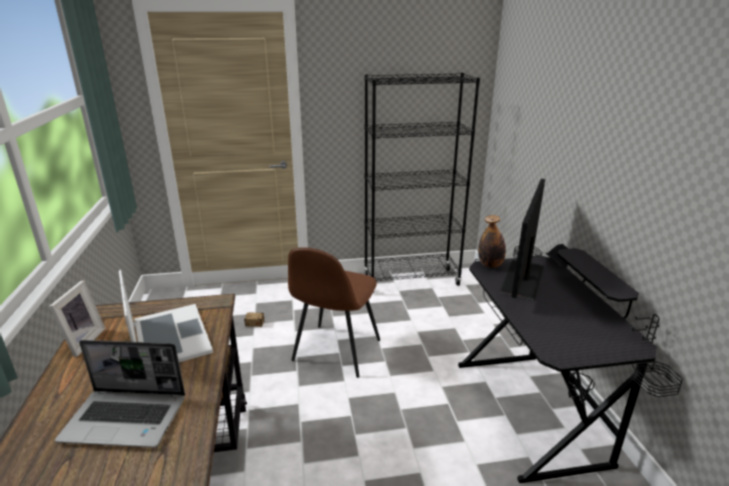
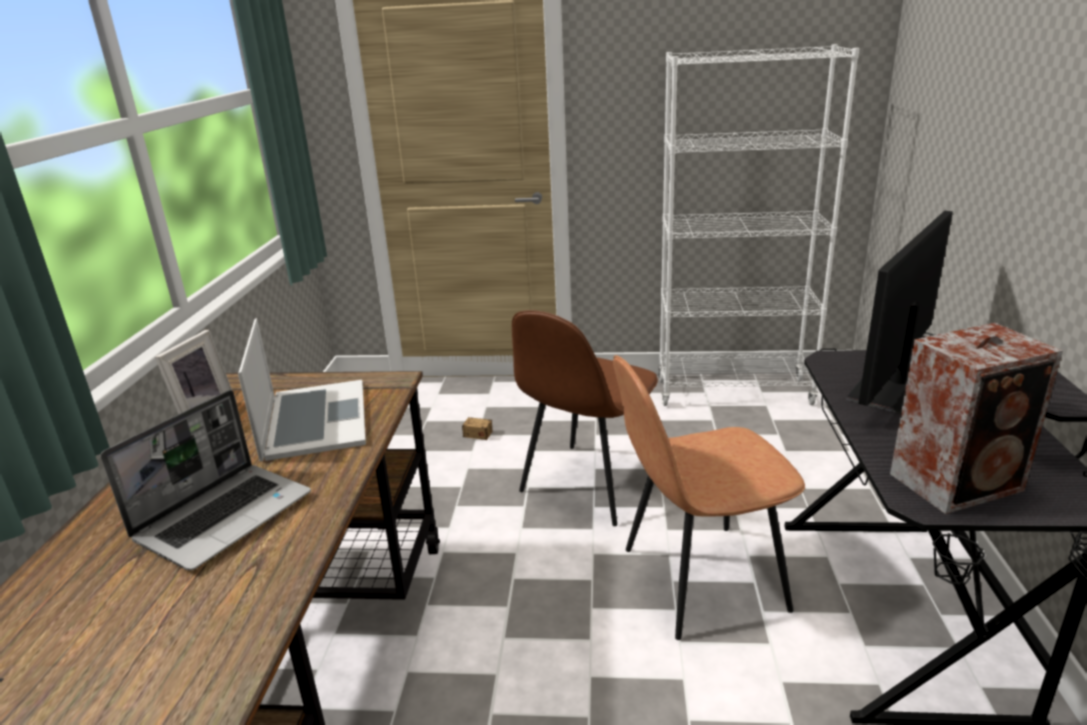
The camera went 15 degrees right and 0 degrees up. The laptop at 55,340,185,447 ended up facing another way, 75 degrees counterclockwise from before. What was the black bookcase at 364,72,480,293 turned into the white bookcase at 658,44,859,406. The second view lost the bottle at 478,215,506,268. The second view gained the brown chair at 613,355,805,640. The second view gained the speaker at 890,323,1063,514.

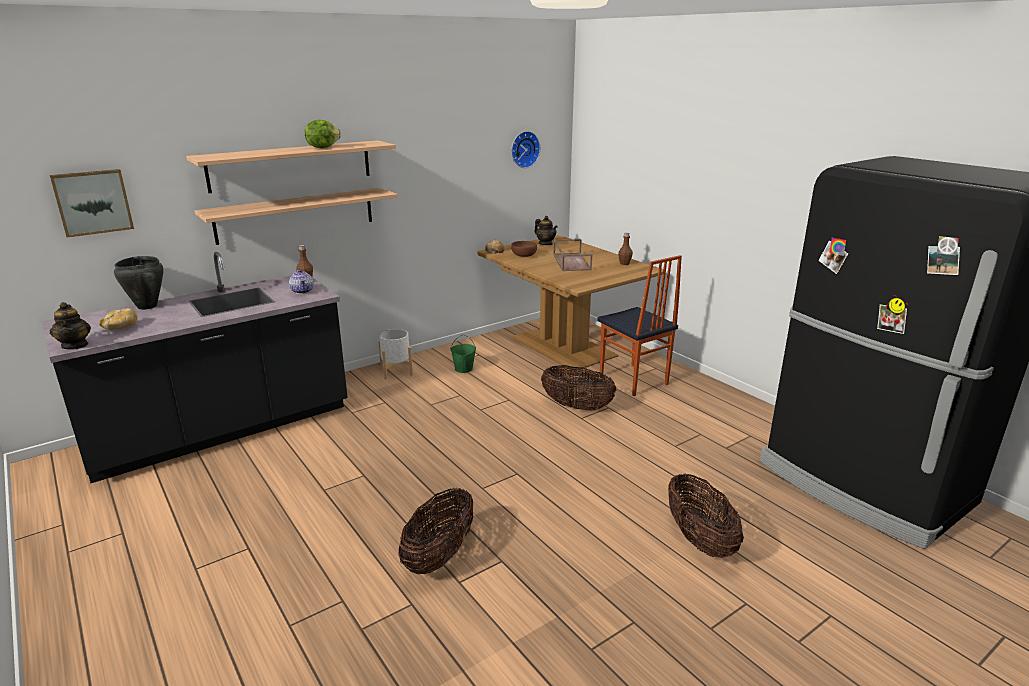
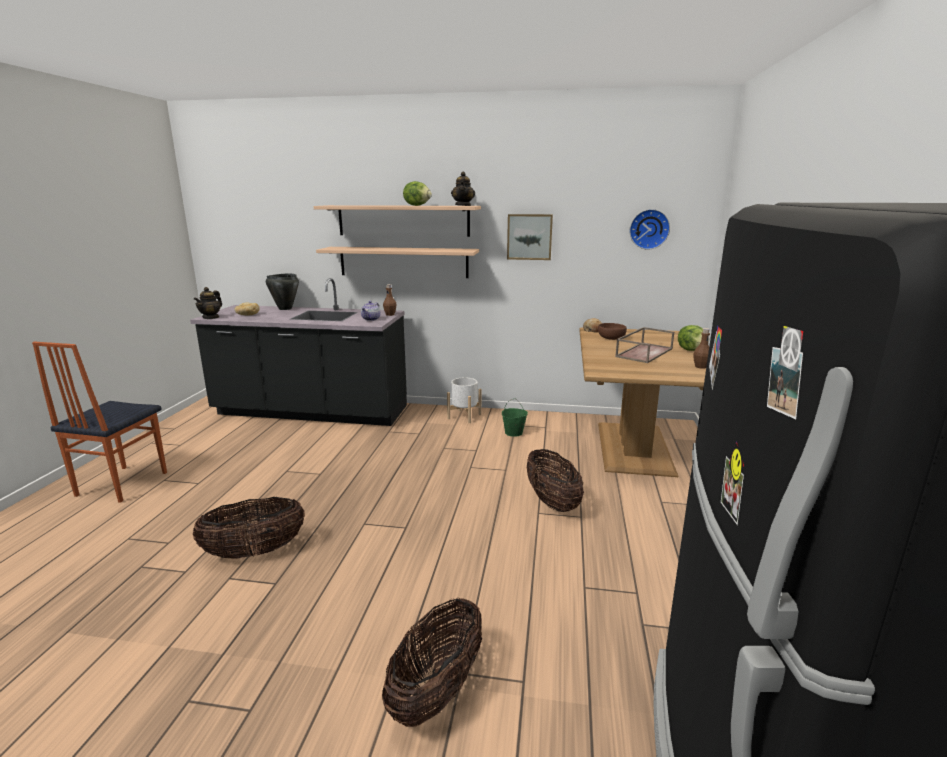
The camera went 45 degrees right and 5 degrees down. The picture ended up elsewhere, having gone from 50,169,134,238 to 507,214,553,260. The teapot ended up elsewhere, having gone from 534,216,558,245 to 451,172,475,206. The chair ended up elsewhere, having gone from 597,255,682,396 to 32,342,167,503. The second view gained the lettuce at 678,325,709,351.

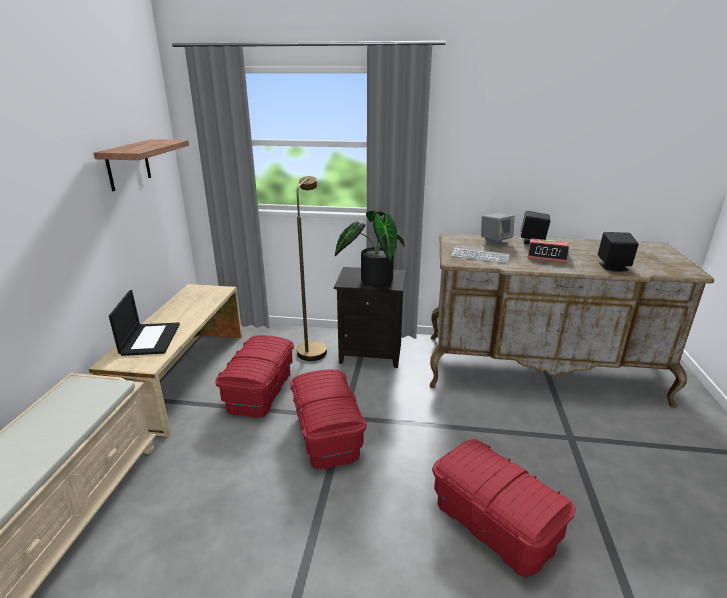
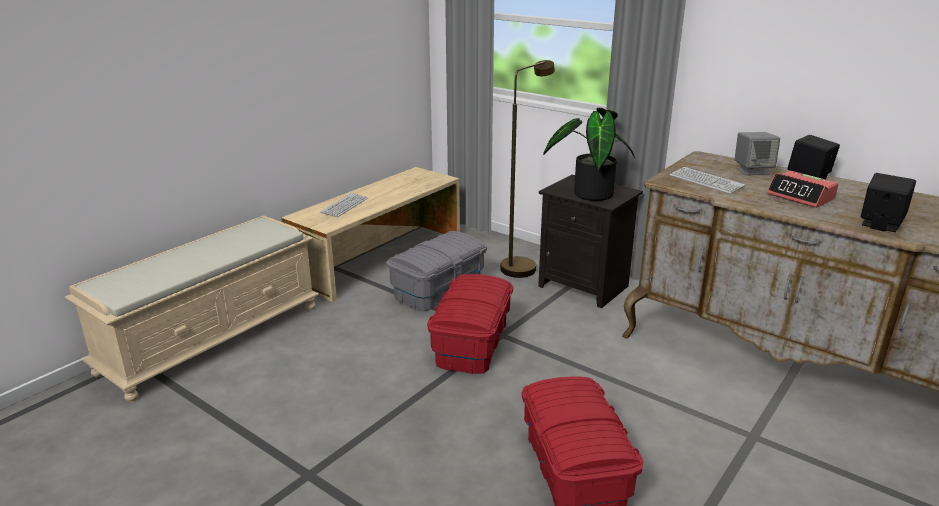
The camera went 30 degrees right and 0 degrees up. The second view lost the shelf at 94,139,189,191. Where the laptop stood at 109,290,180,356, the keyboard came to stand at 320,193,368,217. What was the red storage box at 215,335,294,418 turned into the grey storage box at 386,231,487,311.

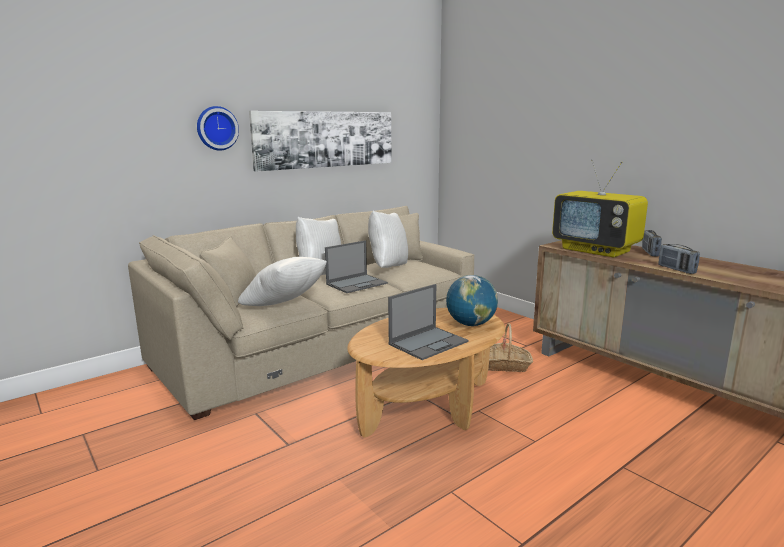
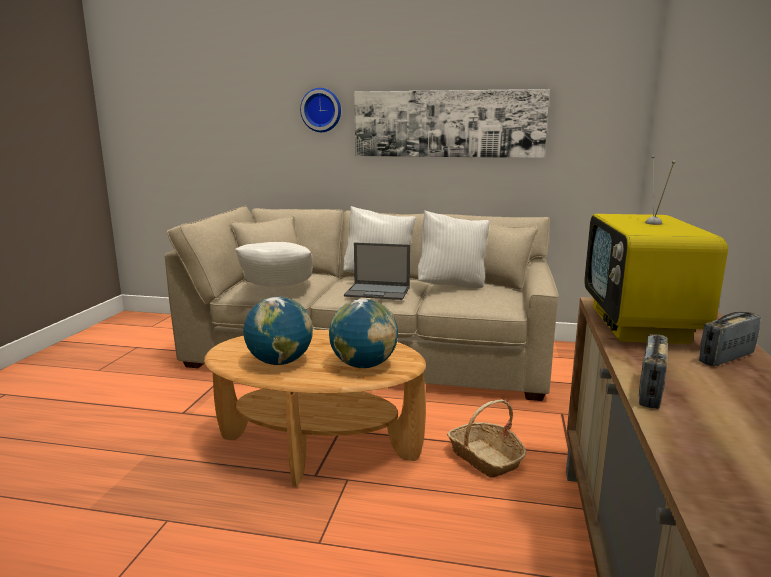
The camera went 50 degrees right and 0 degrees up. Where the laptop stood at 388,284,469,360, the globe came to stand at 243,297,313,365.

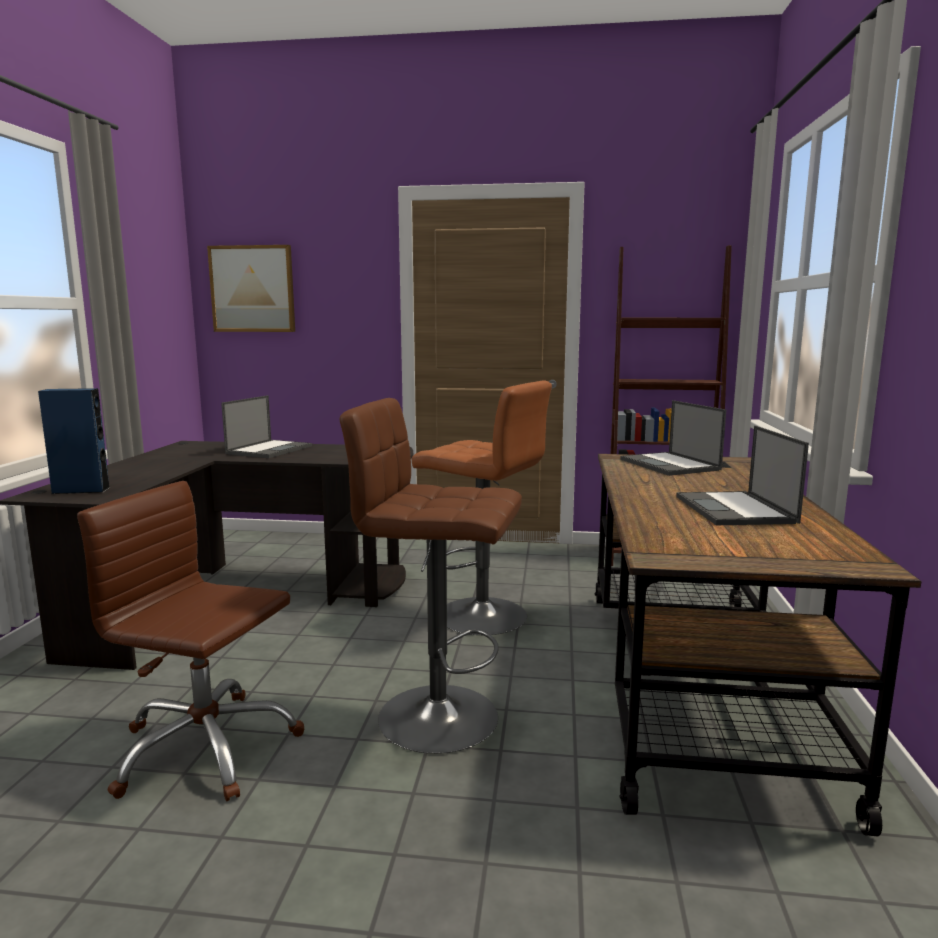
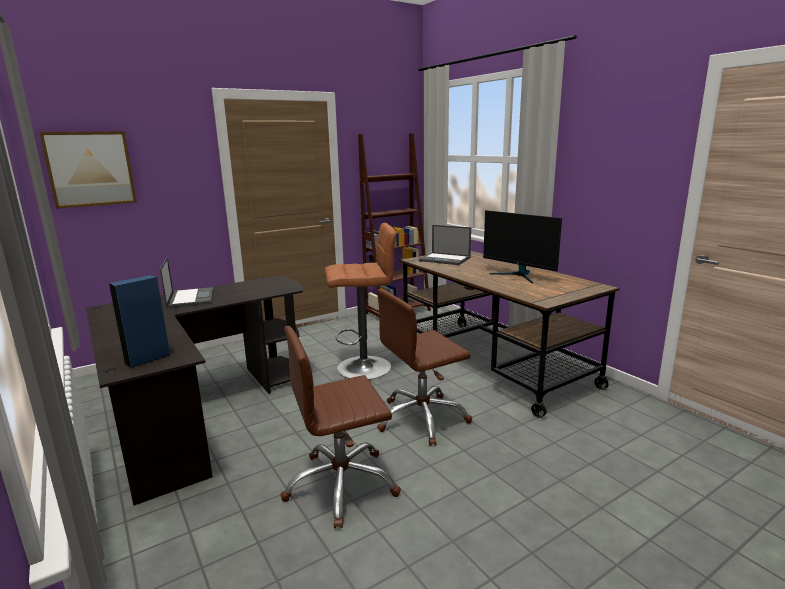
The camera went 40 degrees left and 5 degrees up. Where the brown stool stood at 340,398,522,754, the brown office chair came to stand at 377,289,472,446. Where the laptop stood at 676,425,809,525, the monitor came to stand at 483,210,562,283.

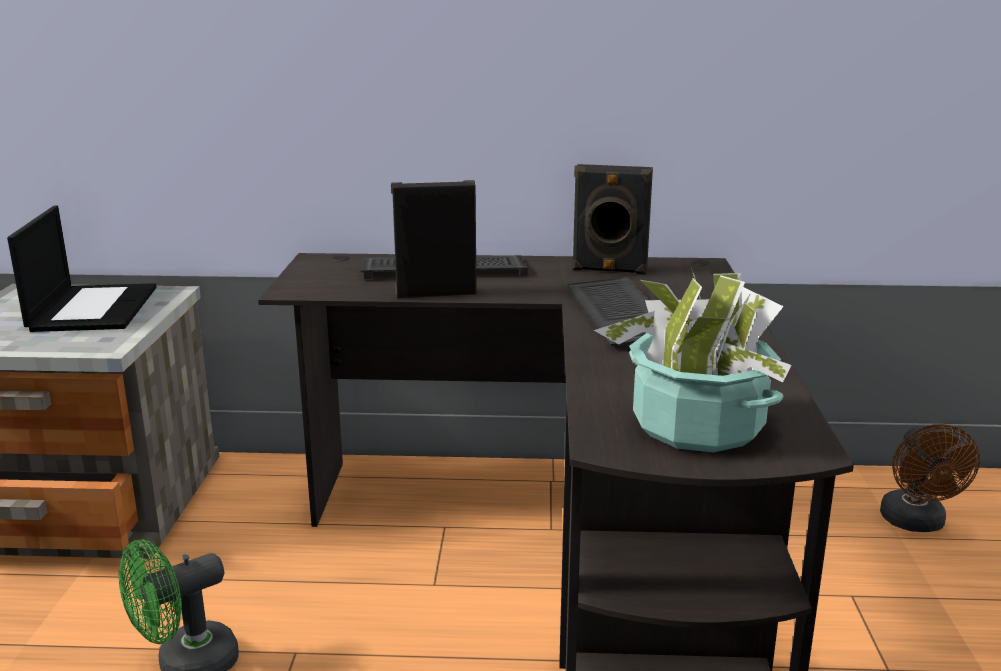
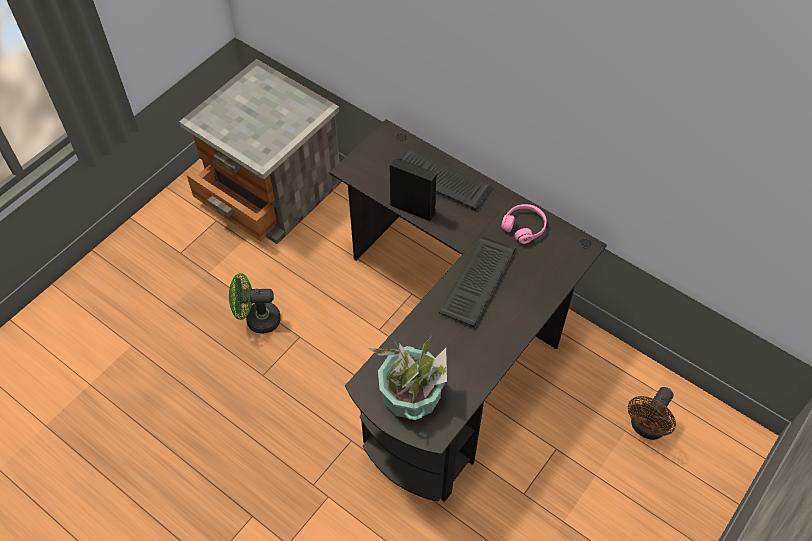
The camera went 35 degrees right and 35 degrees up. The second view lost the laptop at 7,206,156,332. Where the black speaker stood at 572,164,653,274, the pink headphones came to stand at 501,204,547,244.

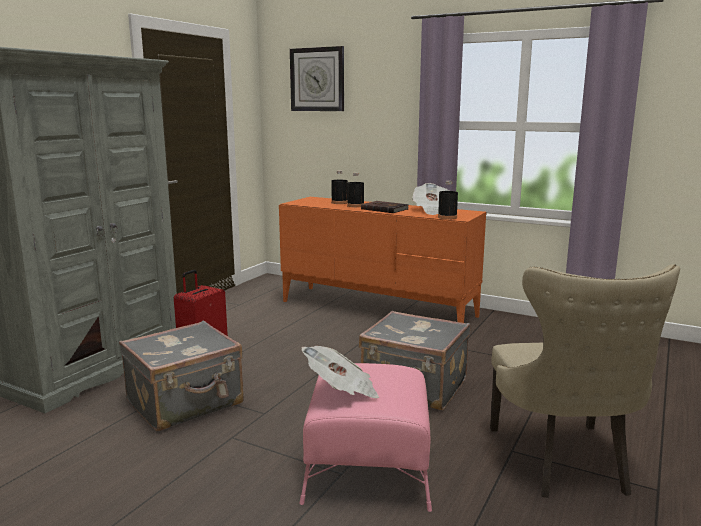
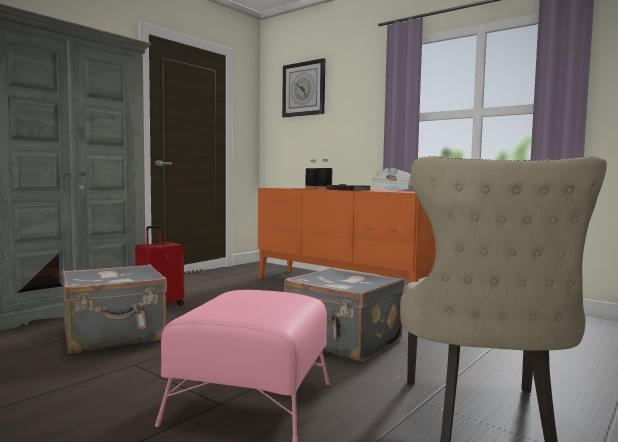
The camera went 10 degrees right and 10 degrees down. The second view lost the newspaper at 301,346,379,398. The second view lost the black bottle at 438,181,458,220.

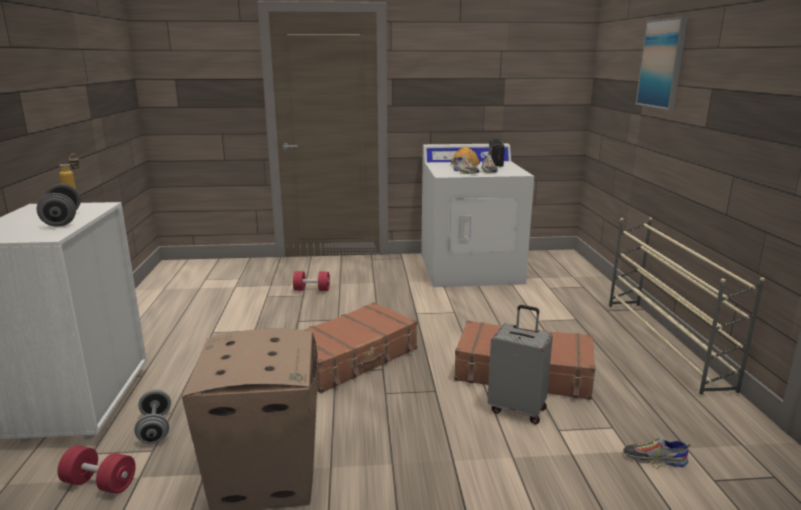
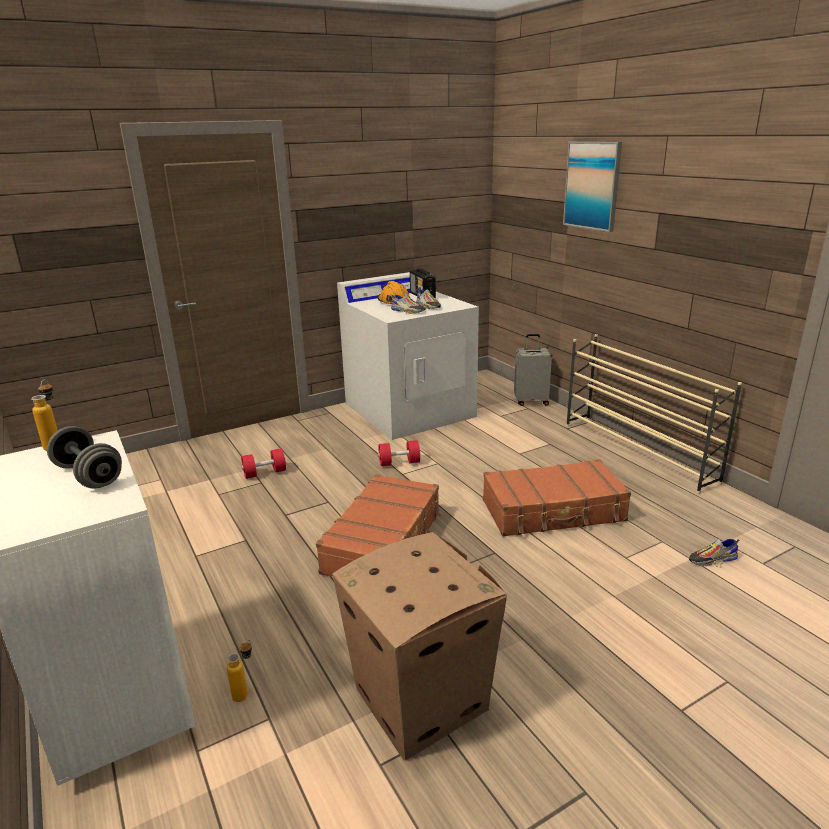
The camera went 25 degrees left and 5 degrees up. The red dumbbell ended up elsewhere, having gone from 57,445,136,494 to 378,440,420,466. Where the grey dumbbell stood at 134,389,171,444, the bottle came to stand at 227,640,252,702. The grey suitcase ended up elsewhere, having gone from 487,305,553,424 to 514,334,552,406.

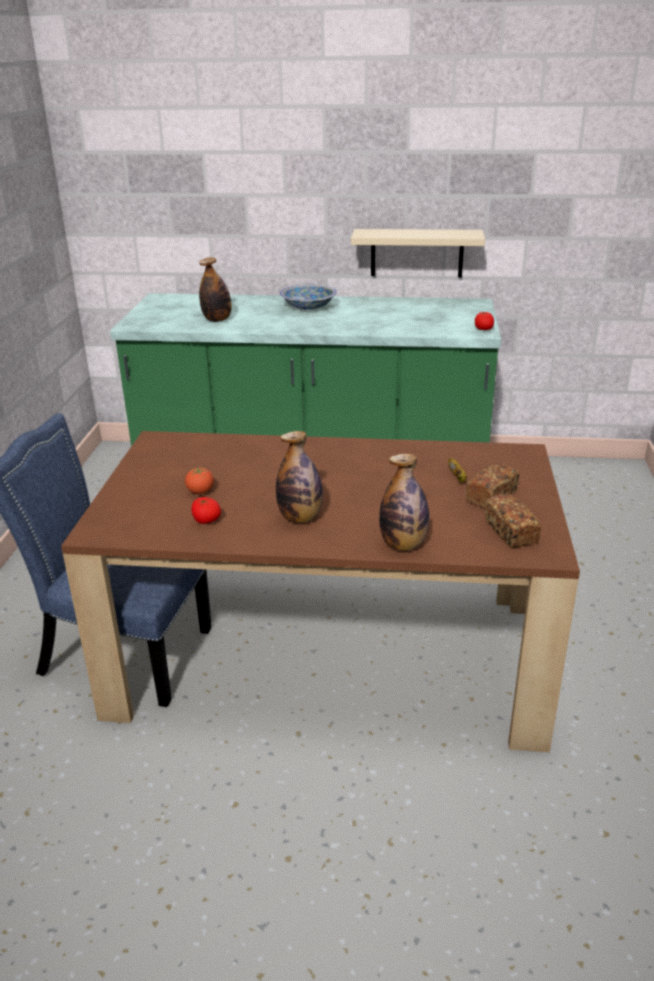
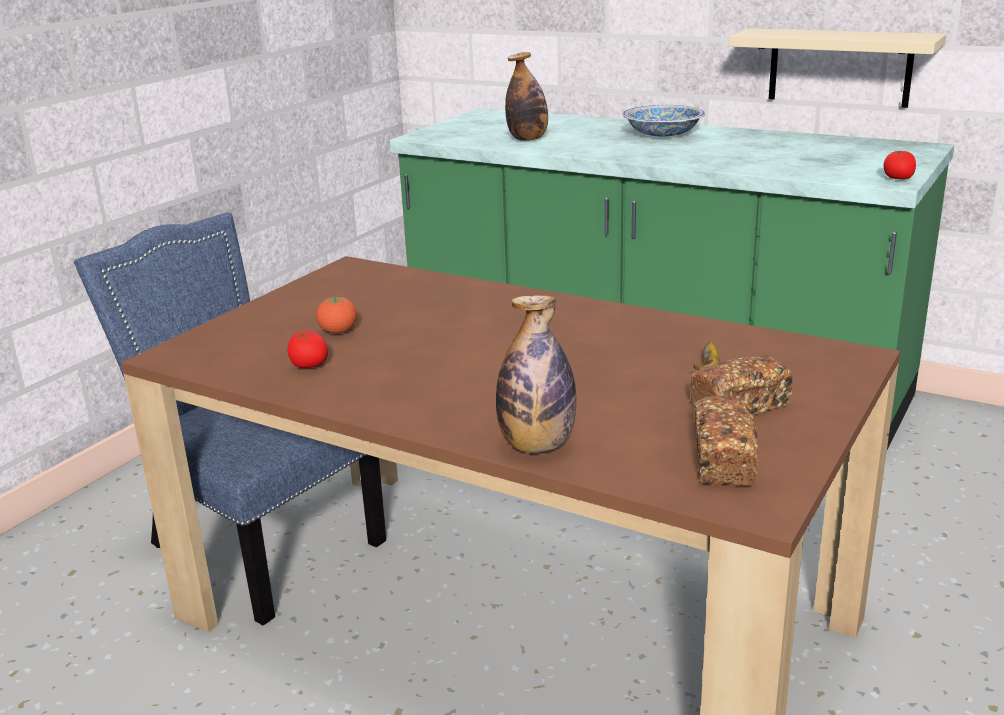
The camera went 25 degrees right and 5 degrees down. The second view lost the bottle at 276,431,323,523.

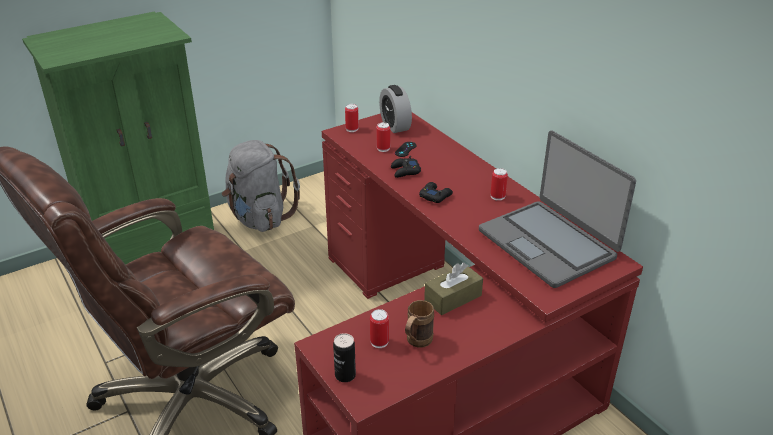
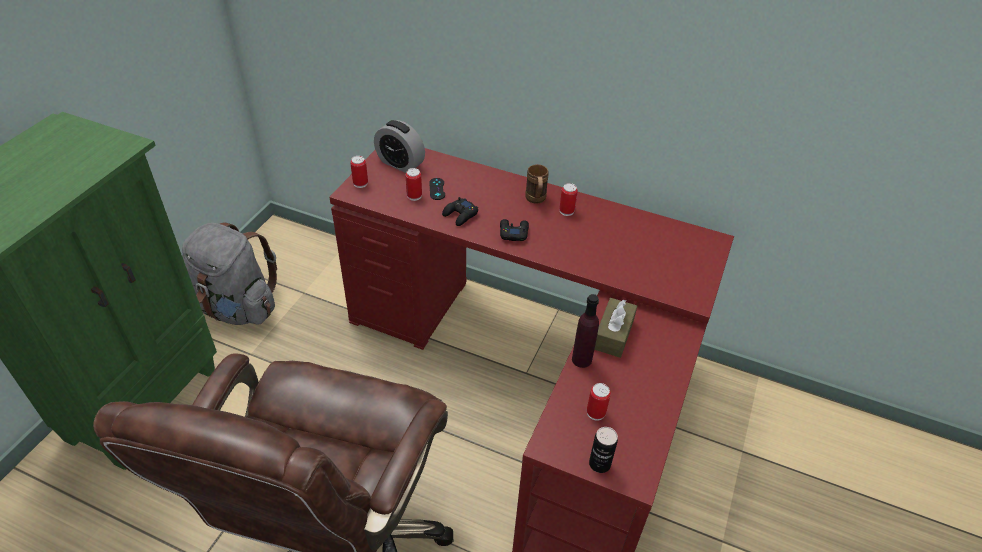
The camera went 35 degrees left and 10 degrees up. The brown mug ended up elsewhere, having gone from 405,300,434,348 to 525,164,549,204. The second view lost the laptop at 479,131,636,288. The second view gained the purple bottle at 572,294,599,368.

